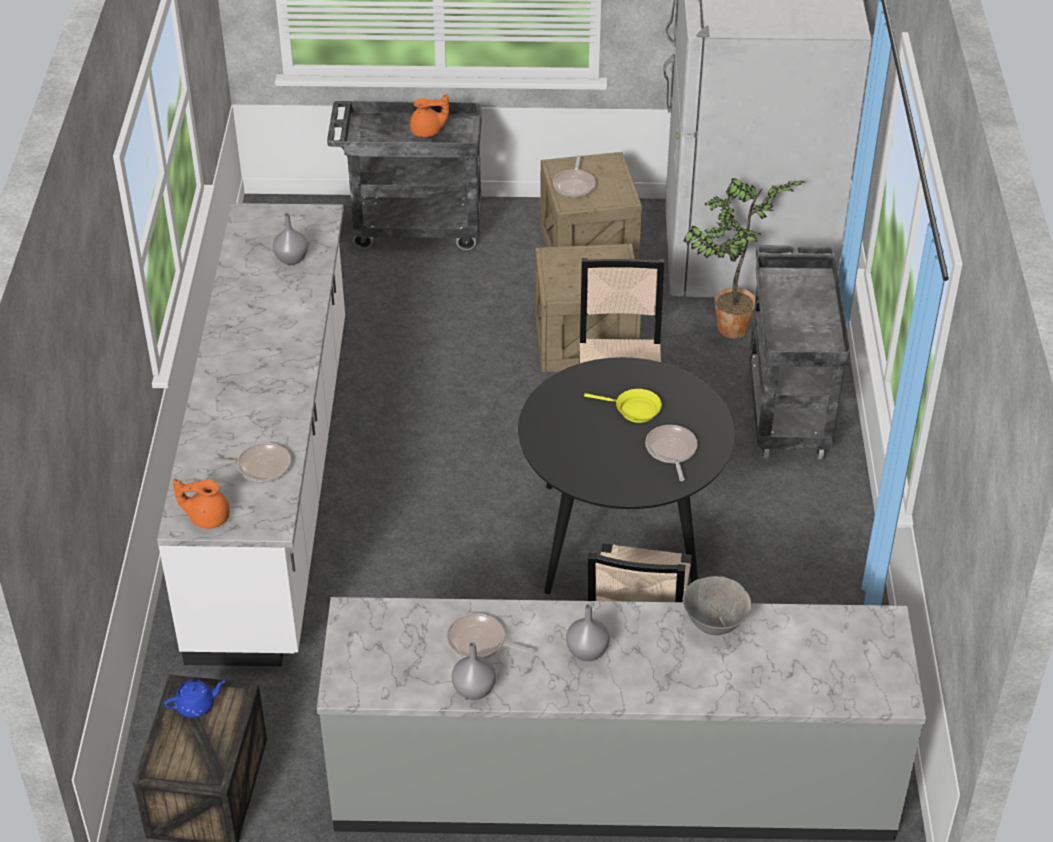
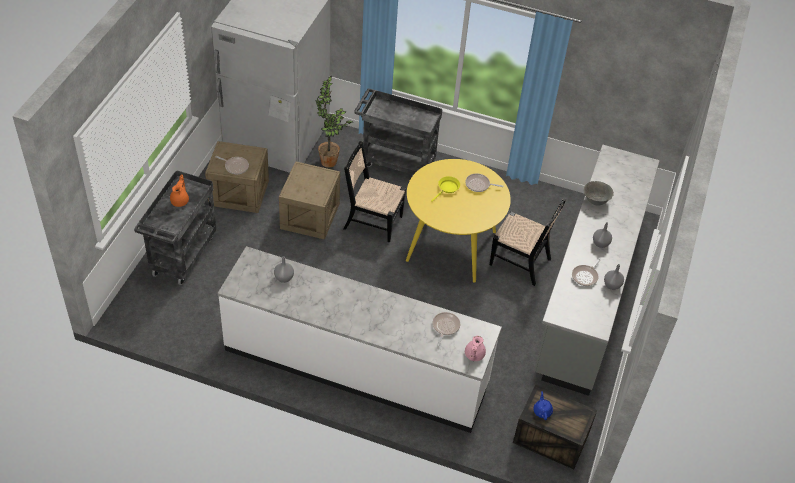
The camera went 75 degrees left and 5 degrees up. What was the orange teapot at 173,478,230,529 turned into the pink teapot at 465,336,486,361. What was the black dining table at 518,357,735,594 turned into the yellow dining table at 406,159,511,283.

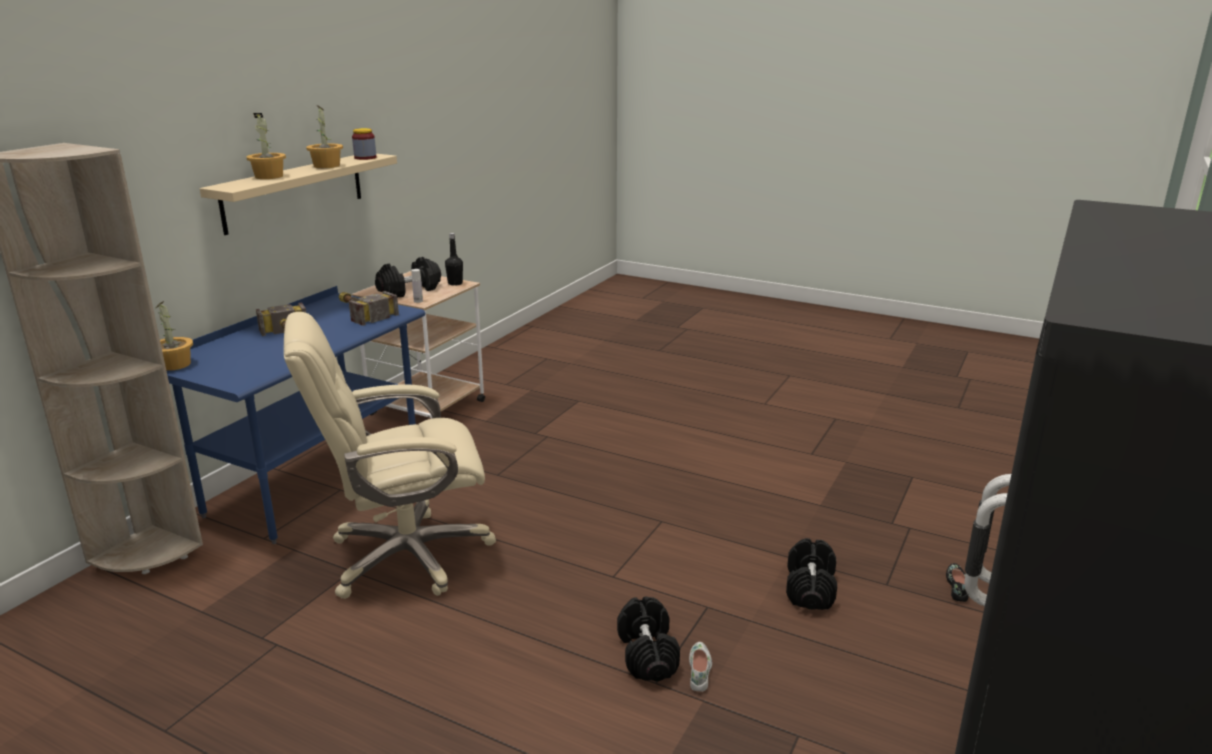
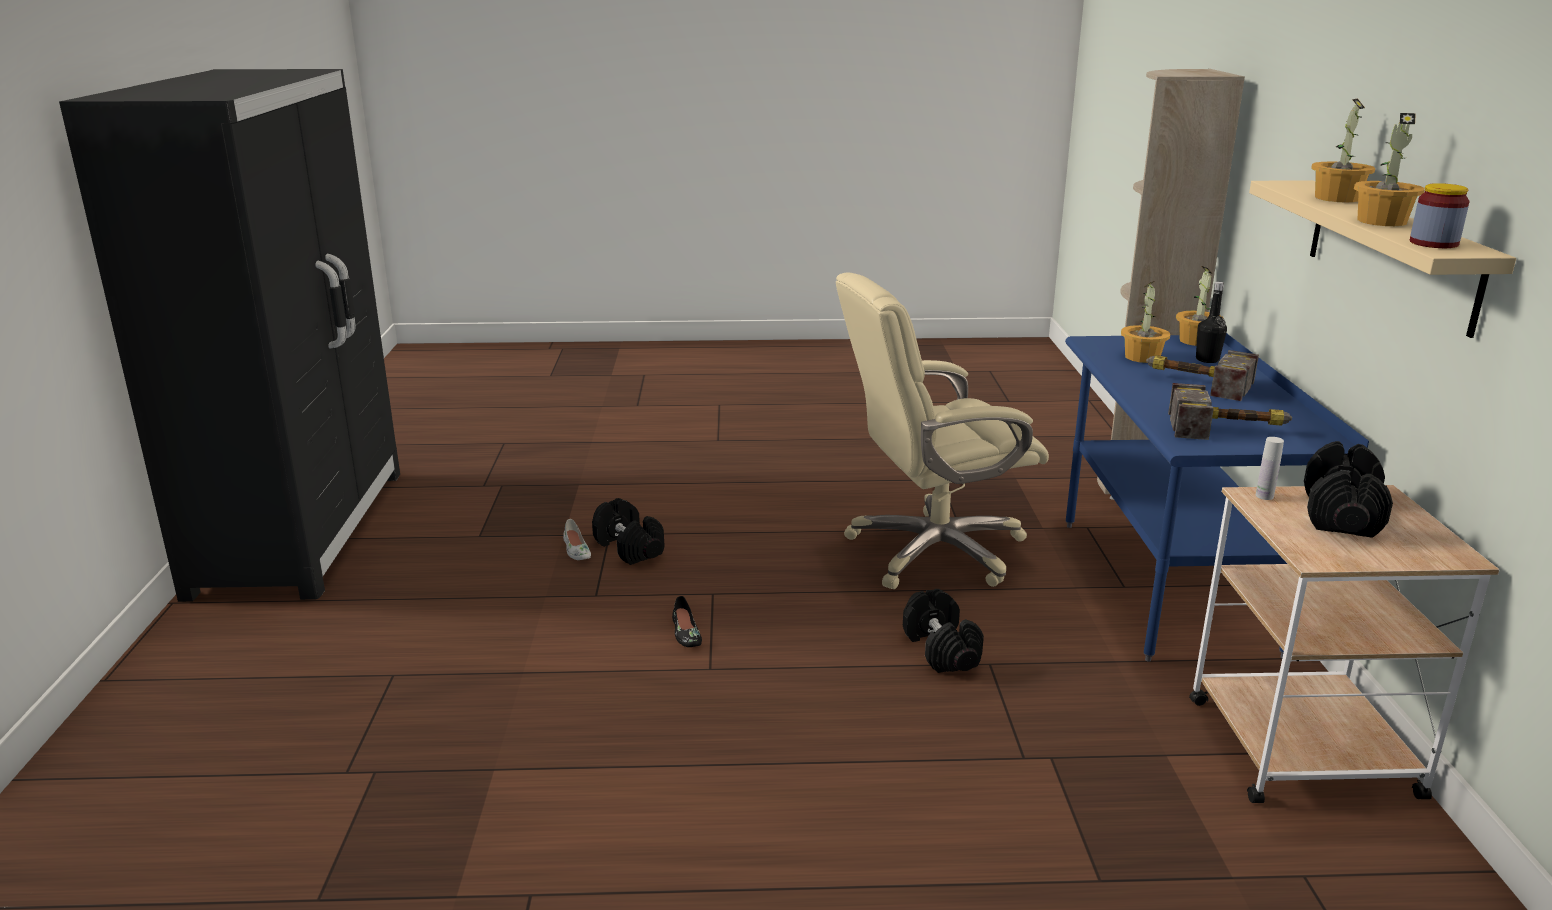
The camera went 150 degrees right and 0 degrees up. The beige office chair at 284,312,496,599 ended up facing another way, 150 degrees counterclockwise from before. The black bottle ended up elsewhere, having gone from 445,233,463,286 to 1196,282,1227,363. The black dumbbell ended up elsewhere, having gone from 786,538,837,610 to 903,589,984,673. The black shoe ended up elsewhere, having gone from 946,563,968,602 to 672,596,702,647. The second view gained the potted plant at 1121,281,1170,363.

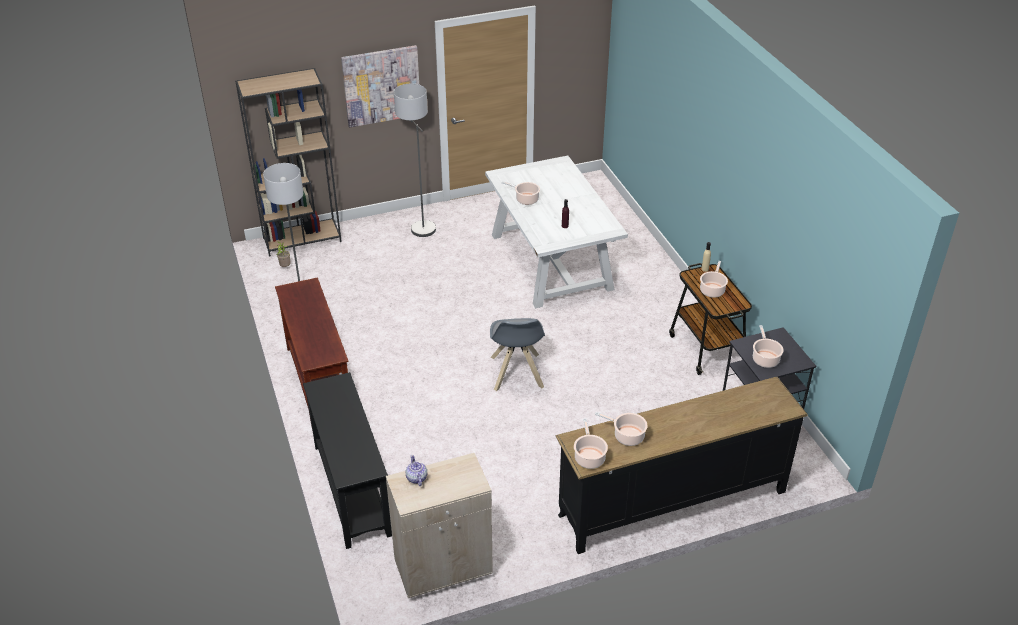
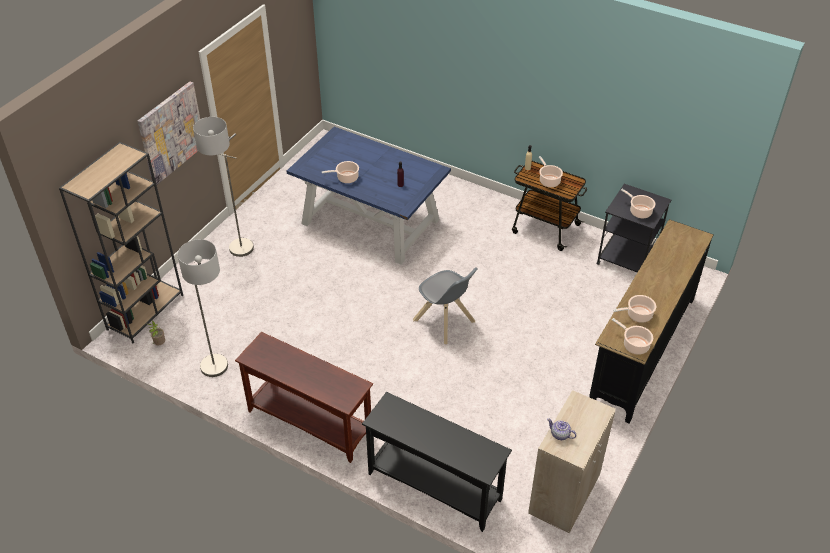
The camera went 40 degrees left and 5 degrees up. What was the white dining table at 485,156,628,308 turned into the blue dining table at 287,127,451,265.

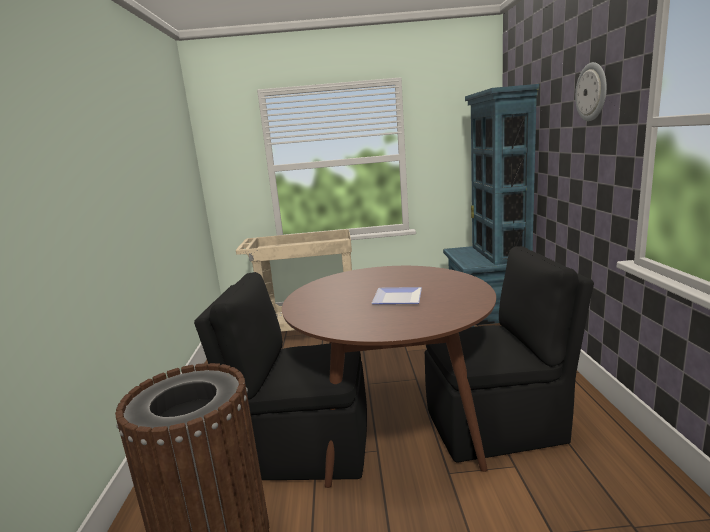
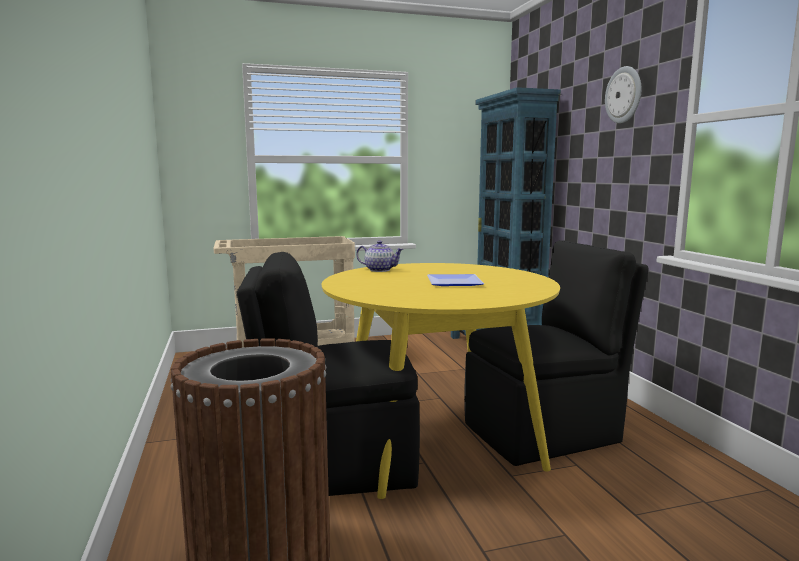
The camera went 15 degrees left and 5 degrees down. What was the brown dining table at 282,266,496,488 turned into the yellow dining table at 322,263,560,499. The second view gained the teapot at 356,240,404,272.

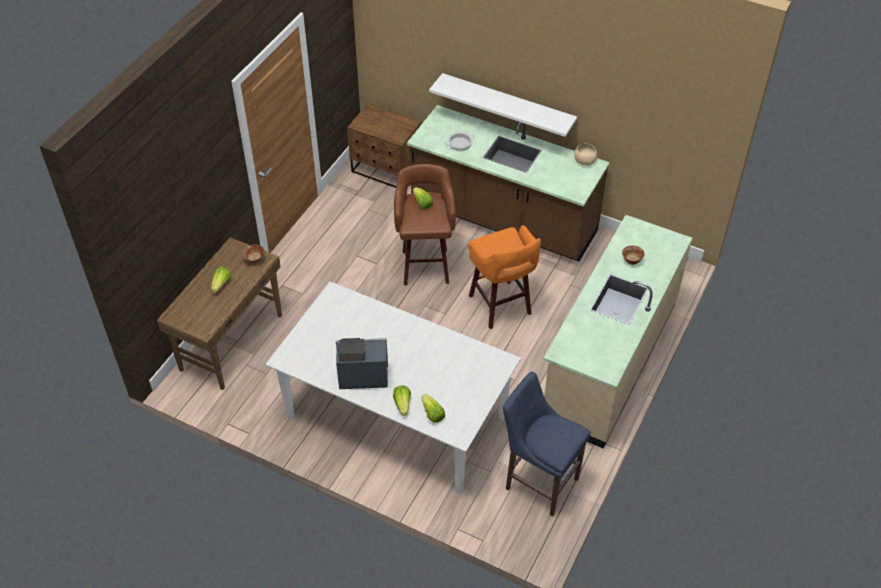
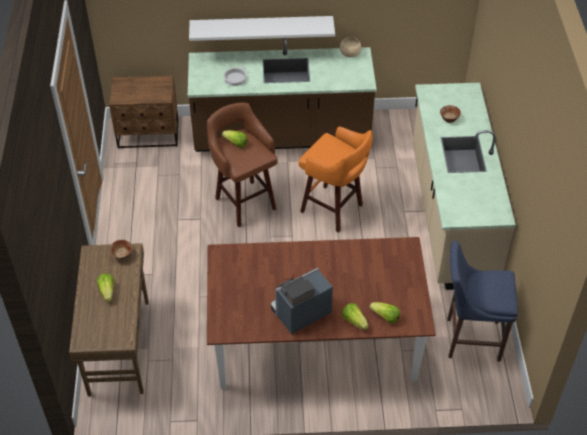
The camera went 30 degrees left and 0 degrees up. What was the white dining table at 266,282,521,495 turned into the brown dining table at 207,237,436,389.

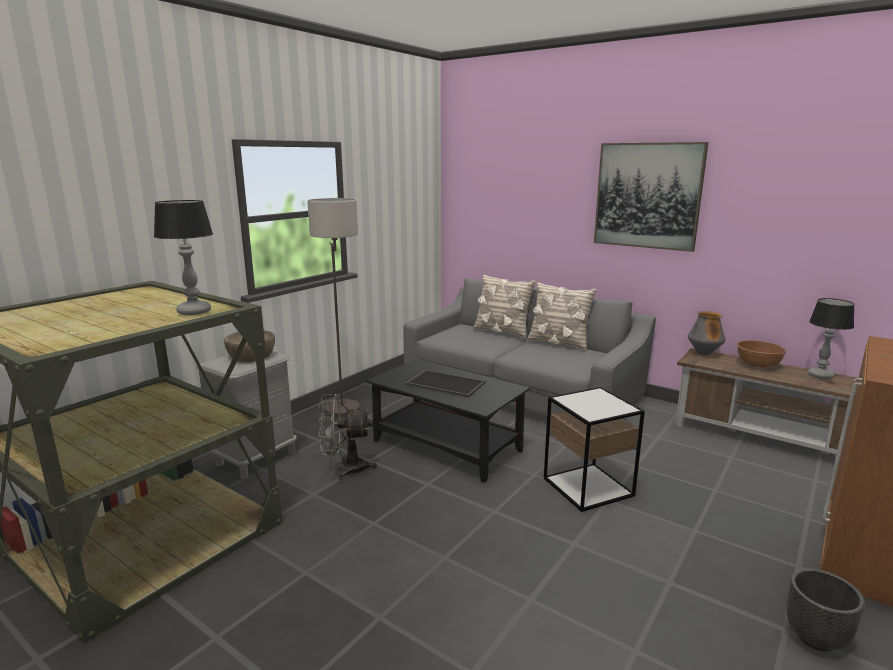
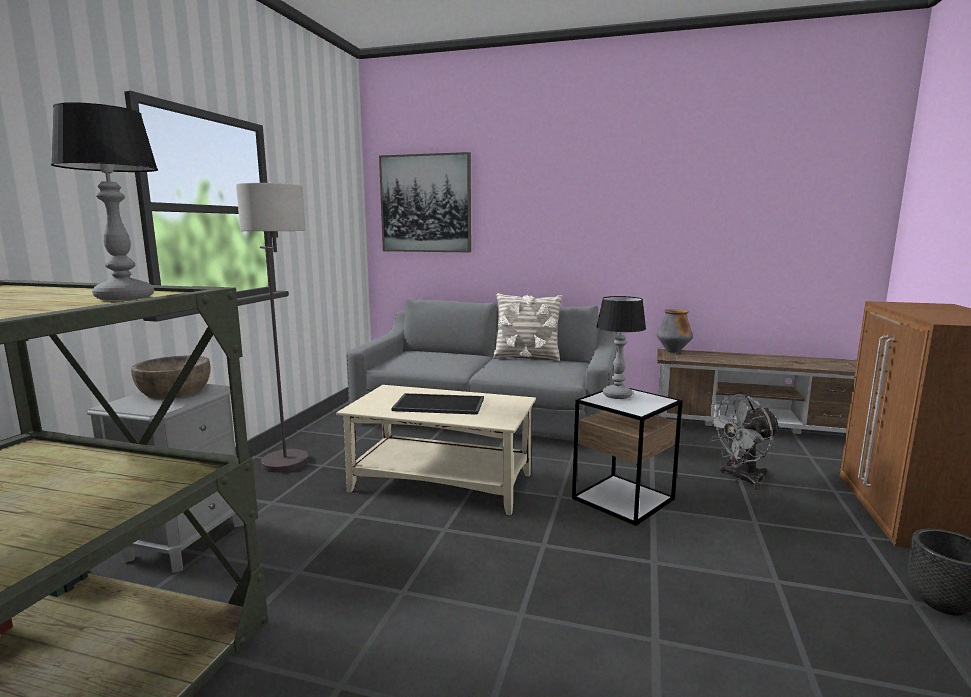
The camera went 20 degrees left and 5 degrees down. The grey fan ended up elsewhere, having gone from 318,394,377,480 to 706,394,781,490. What was the black coffee table at 366,359,530,483 turned into the beige coffee table at 336,385,536,515. The second view lost the beige pillow at 473,275,536,339. The picture ended up elsewhere, having gone from 594,142,708,252 to 379,152,471,252. The second view lost the brown bowl at 737,340,786,368. The table lamp ended up elsewhere, having gone from 808,298,854,379 to 596,296,646,399.

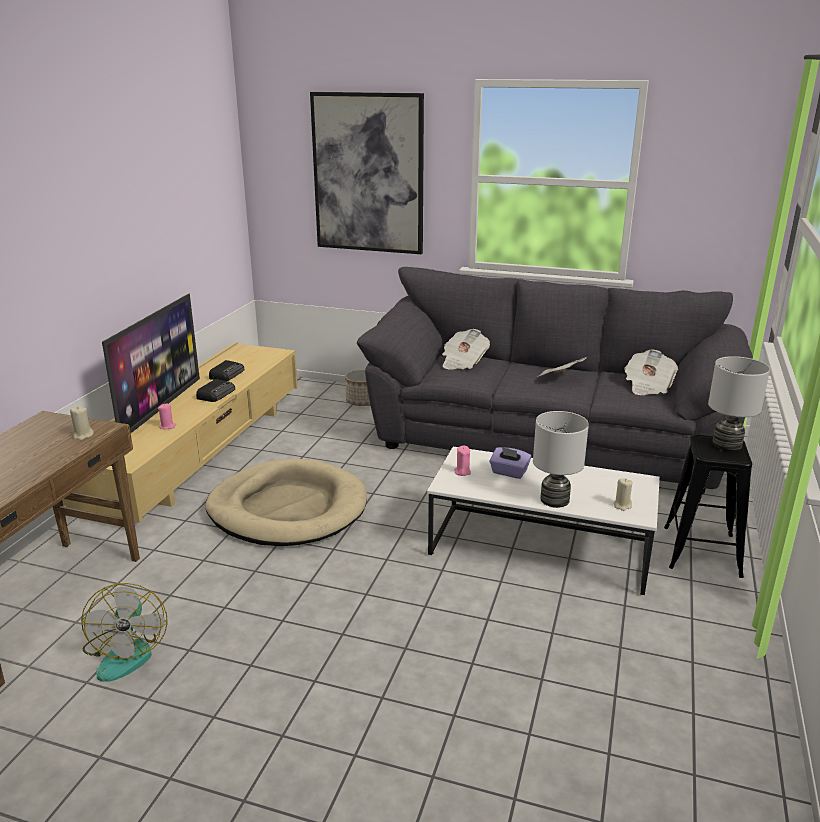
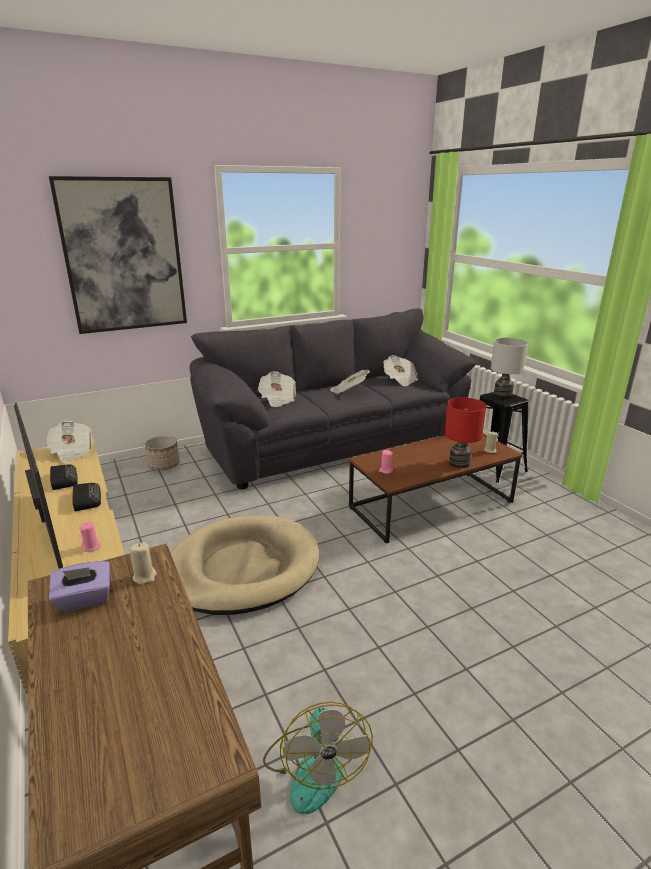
The camera went 45 degrees left and 0 degrees up. The fan at 81,583,168,682 ended up facing another way, 45 degrees clockwise from before. What was the white coffee table at 427,447,660,595 turned into the brown coffee table at 349,434,523,543. The purple tissue box ended up elsewhere, having gone from 489,447,531,479 to 49,561,110,612. What was the grey table lamp at 533,411,589,508 turned into the red table lamp at 444,397,486,468. The second view gained the newspaper at 45,420,92,463.

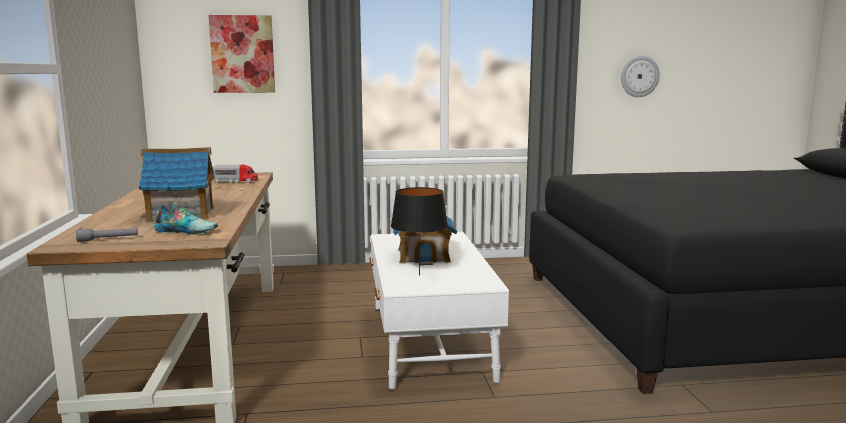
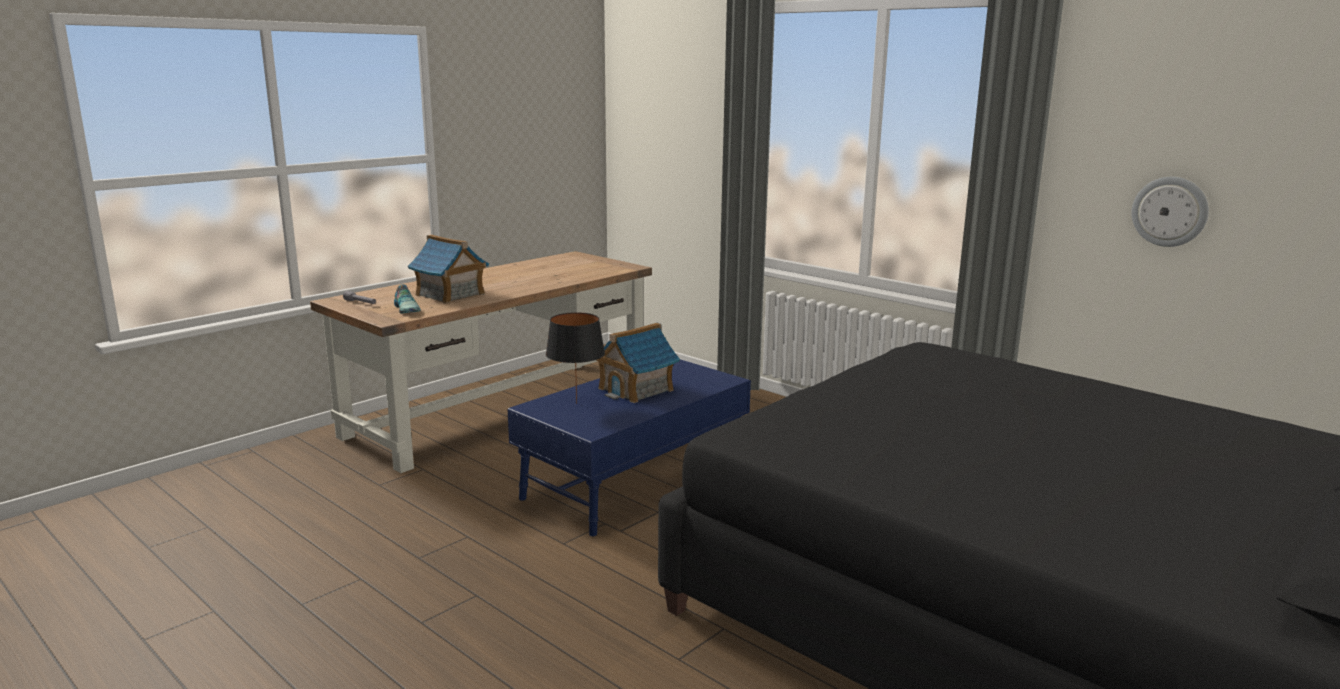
The camera went 50 degrees right and 5 degrees up. The second view lost the picture at 208,15,275,93. The second view lost the toy truck at 212,164,258,183. What was the white coffee table at 369,232,509,390 turned into the blue coffee table at 507,359,751,537.

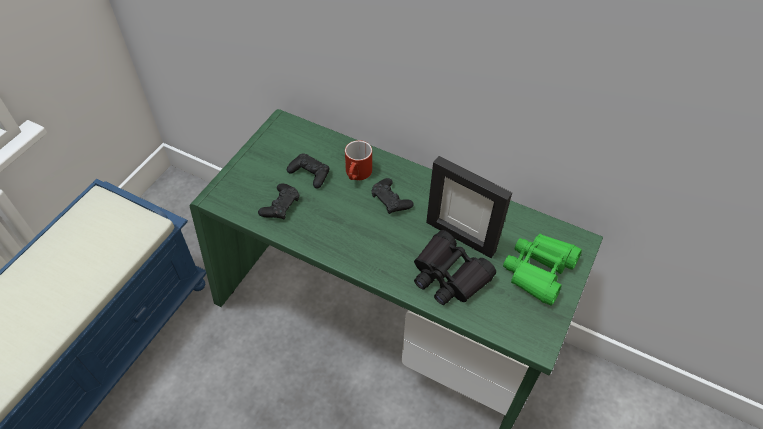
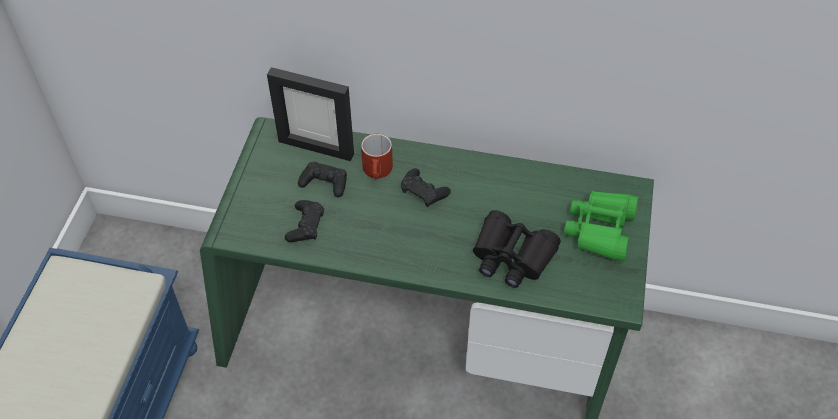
The camera went 15 degrees left and 0 degrees up. The picture frame ended up elsewhere, having gone from 426,156,512,258 to 267,67,354,161.

